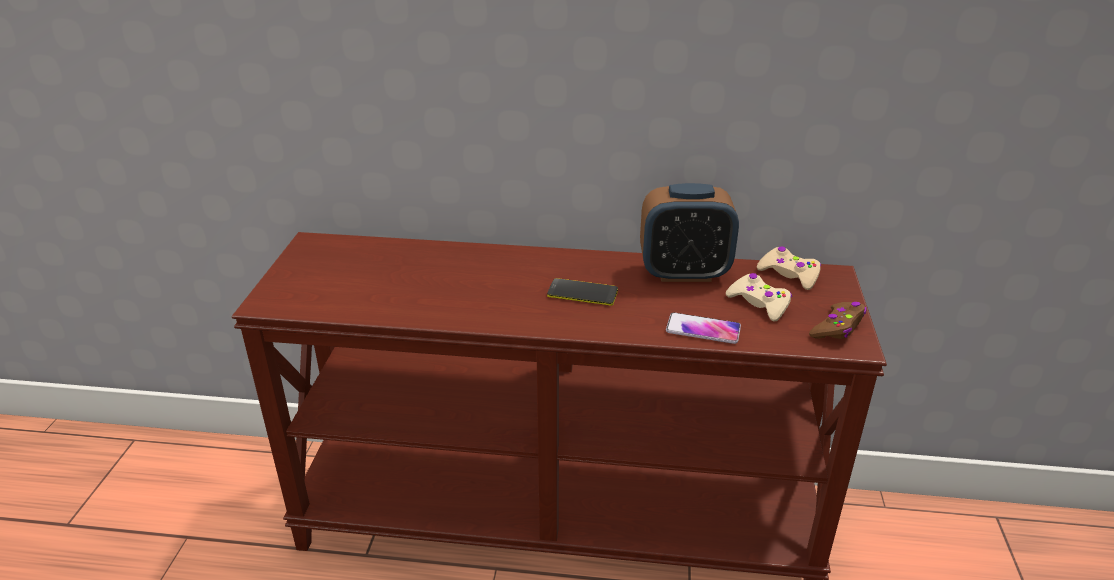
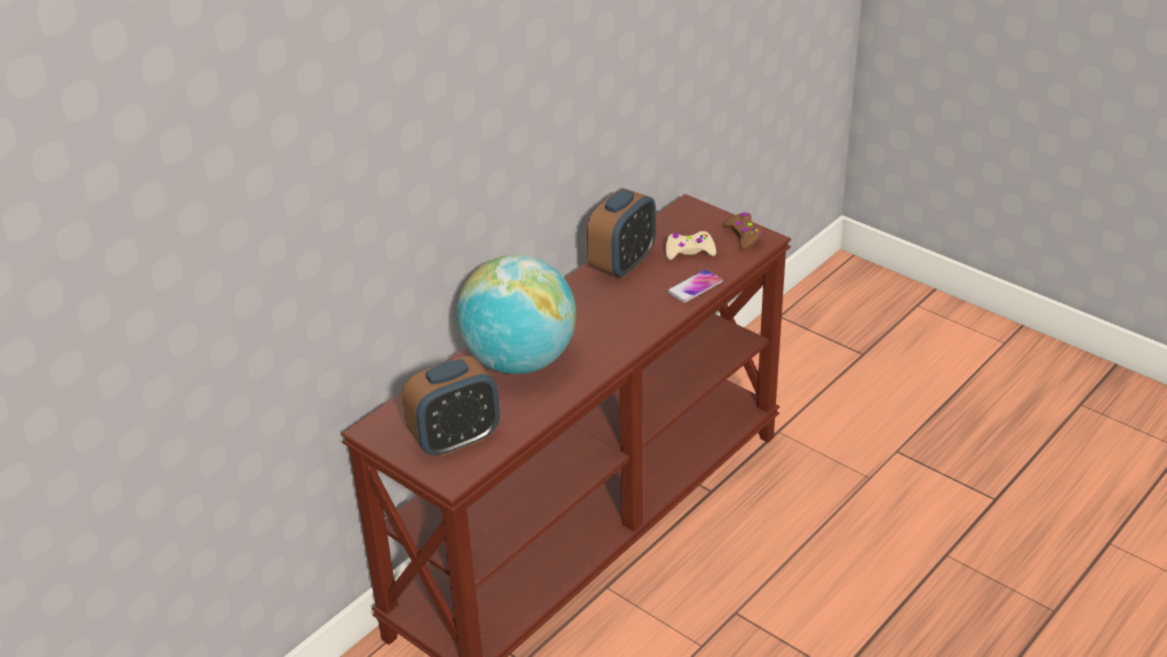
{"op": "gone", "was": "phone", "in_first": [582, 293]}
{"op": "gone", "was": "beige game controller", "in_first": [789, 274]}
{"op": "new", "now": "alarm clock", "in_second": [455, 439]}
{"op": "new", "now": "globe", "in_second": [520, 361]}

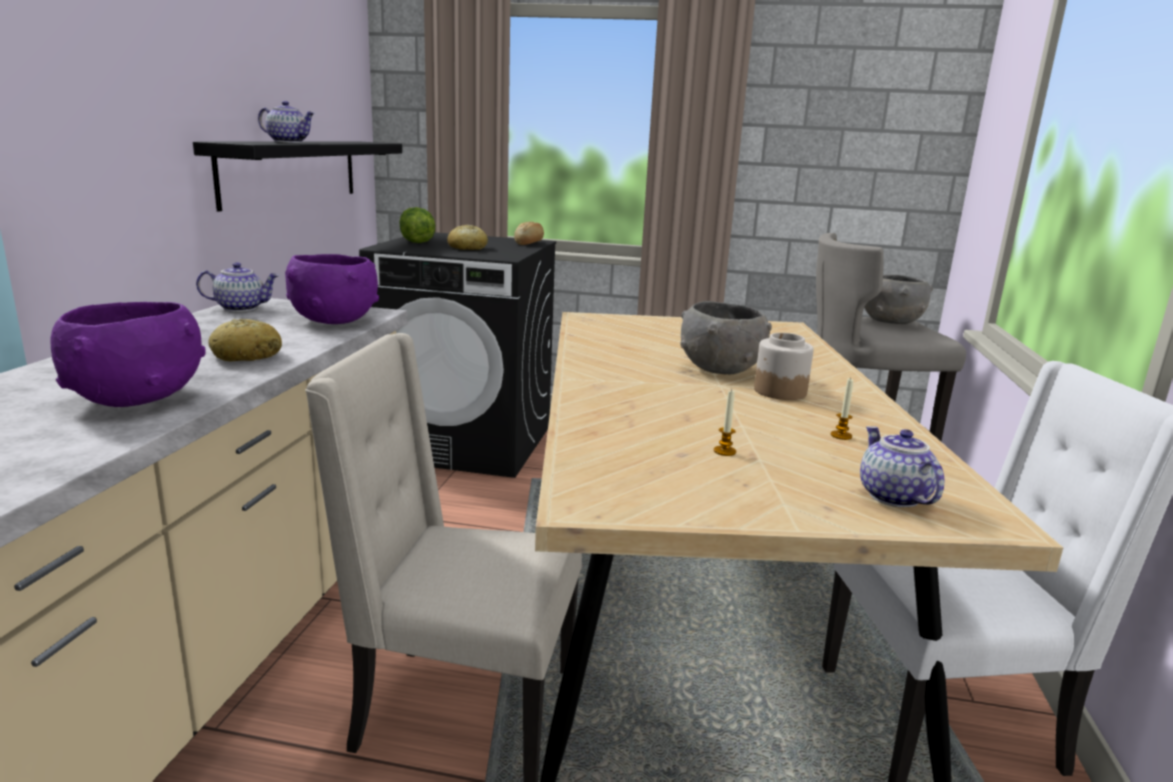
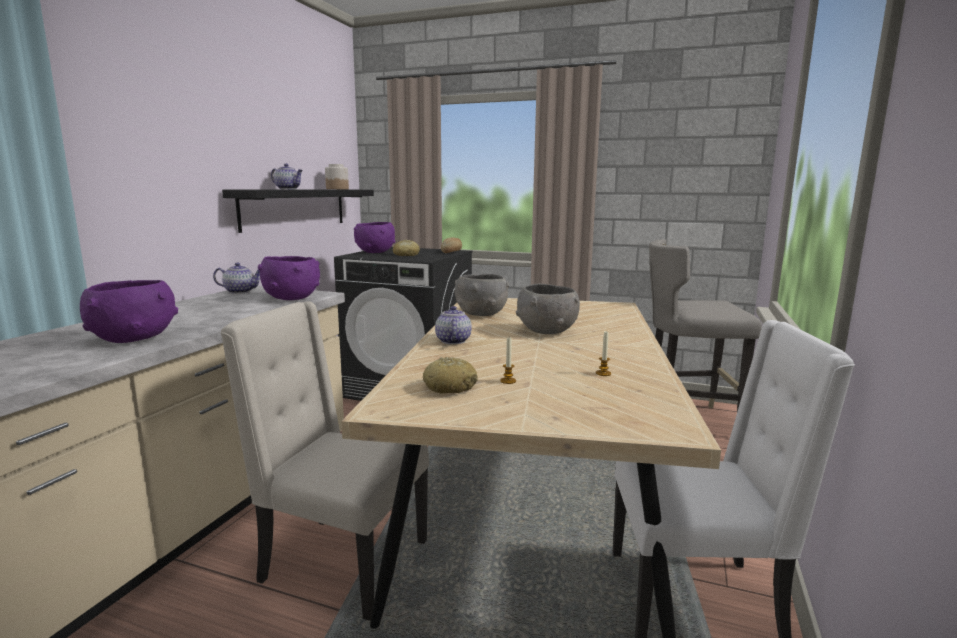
{"op": "shifted", "was": "bread", "in_first": [247, 355], "in_second": [450, 387]}
{"op": "shifted", "was": "jar", "in_first": [779, 391], "in_second": [337, 189]}
{"op": "shifted", "was": "teapot", "in_first": [891, 496], "in_second": [452, 341]}
{"op": "shifted", "was": "grey bowl", "in_first": [890, 322], "in_second": [481, 314]}
{"op": "swapped", "was": "lettuce", "now": "purple bowl", "in_first": [415, 242], "in_second": [375, 252]}

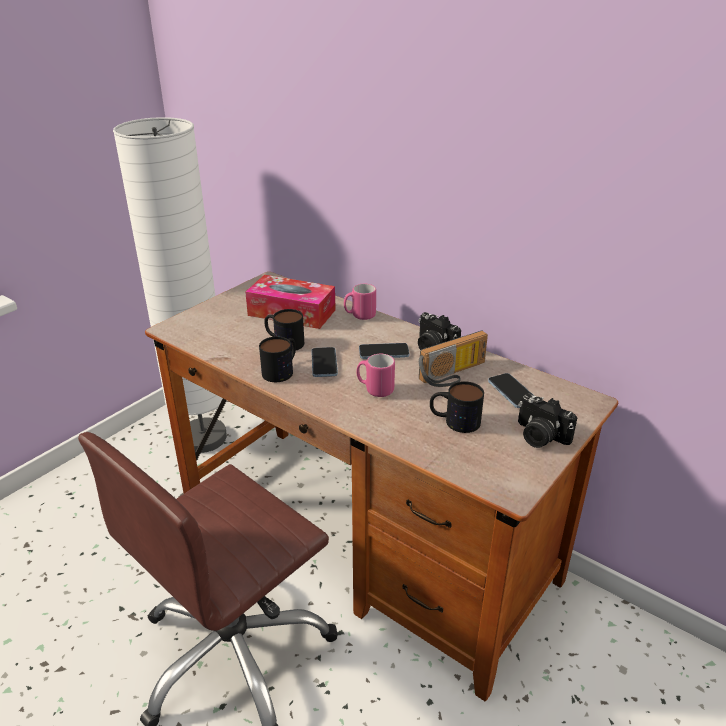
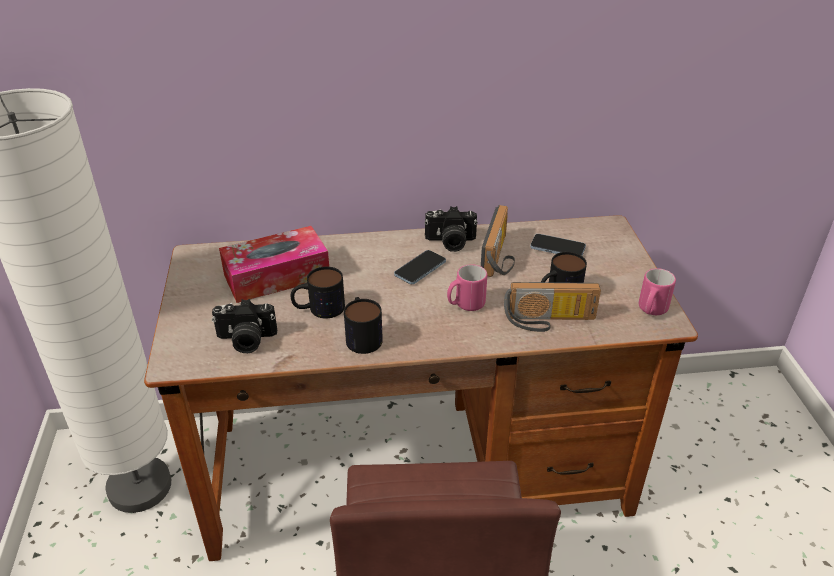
{"op": "gone", "was": "phone", "in_first": [324, 363]}
{"op": "new", "now": "radio", "in_second": [549, 321]}
{"op": "shifted", "was": "pink mug", "in_first": [359, 316], "in_second": [651, 310]}
{"op": "shifted", "was": "photo camera", "in_first": [539, 436], "in_second": [246, 340]}

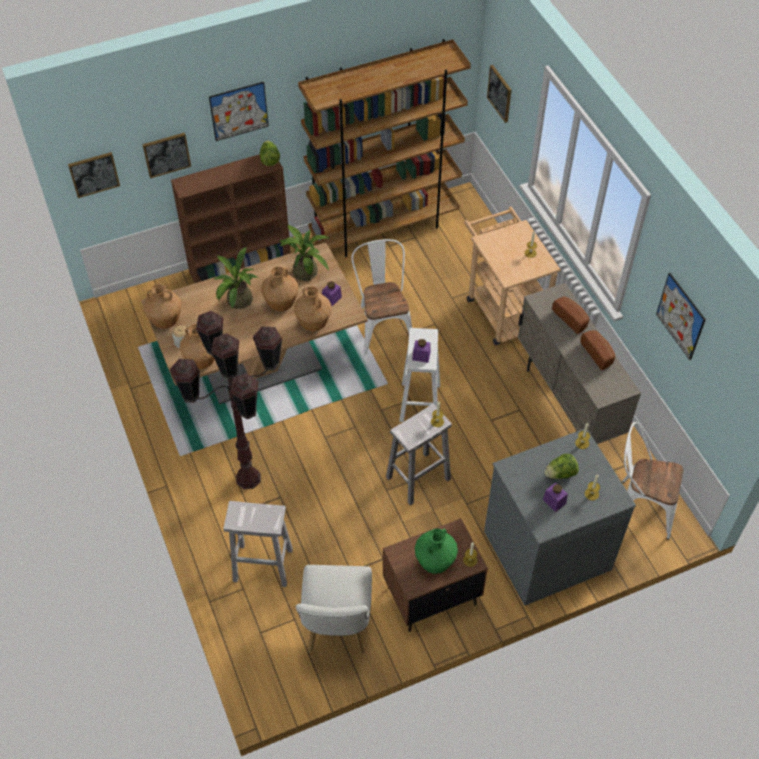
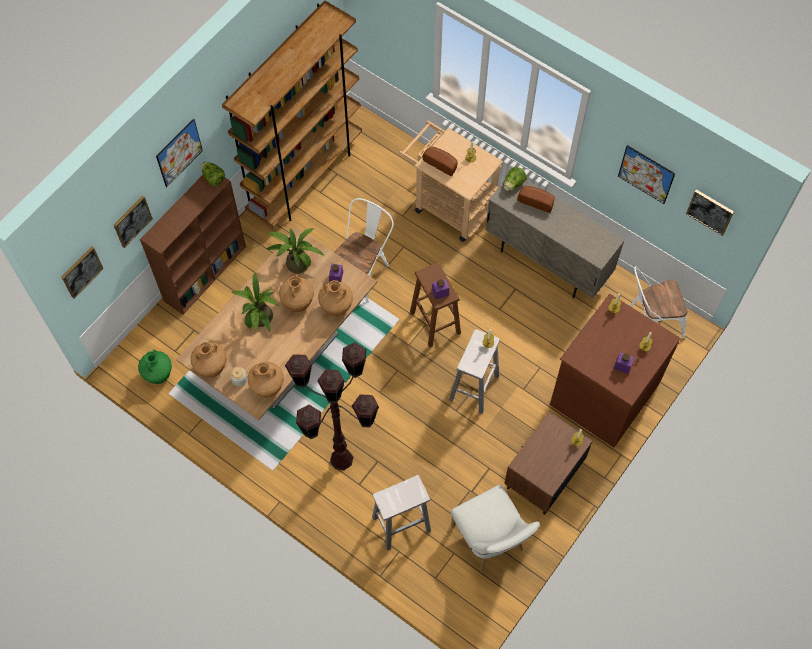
{"op": "shifted", "was": "green vase", "in_first": [435, 562], "in_second": [159, 375]}
{"op": "shifted", "was": "picture", "in_first": [500, 93], "in_second": [710, 211]}
{"op": "shifted", "was": "lettuce", "in_first": [560, 473], "in_second": [513, 184]}
{"op": "shifted", "was": "bread", "in_first": [598, 353], "in_second": [441, 163]}
{"op": "repainted", "was": "white stool", "now": "brown stool", "in_first": [419, 402], "in_second": [434, 322]}
{"op": "repainted", "was": "grey dresser", "now": "brown dresser", "in_first": [546, 548], "in_second": [602, 393]}
{"op": "rotated", "was": "white chair", "in_first": [382, 327], "in_second": [363, 270], "clockwise": 75}

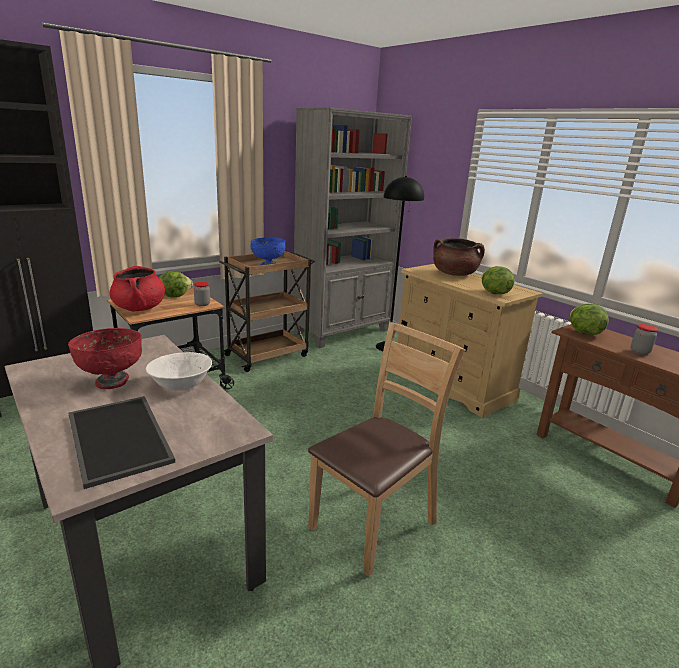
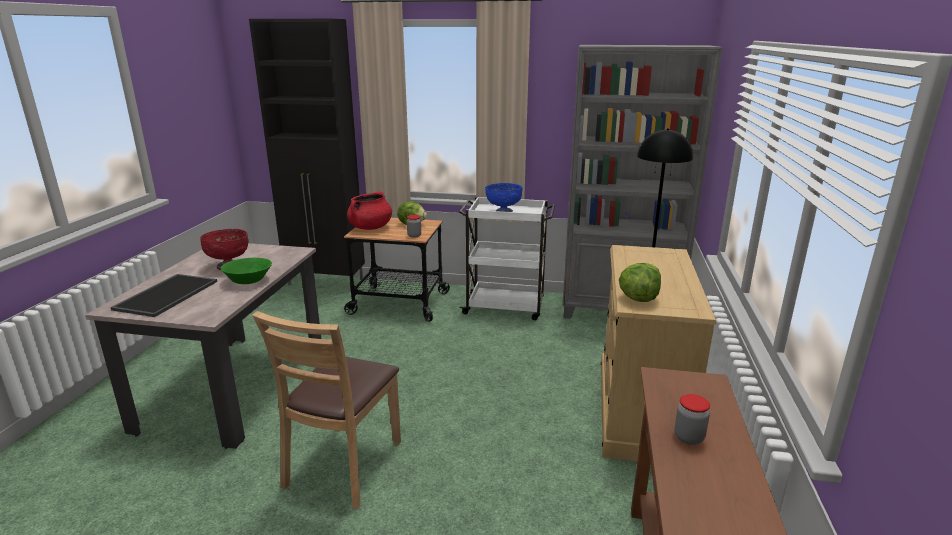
{"op": "gone", "was": "brown cooking pot", "in_first": [454, 274]}
{"op": "gone", "was": "lettuce", "in_first": [583, 333]}
{"op": "repainted", "was": "white bowl", "now": "green bowl", "in_first": [182, 384], "in_second": [248, 281]}
{"op": "repainted", "was": "brown cart", "now": "white cart", "in_first": [268, 355], "in_second": [505, 307]}
{"op": "rotated", "was": "brown chair", "in_first": [373, 523], "in_second": [344, 465], "clockwise": 105}

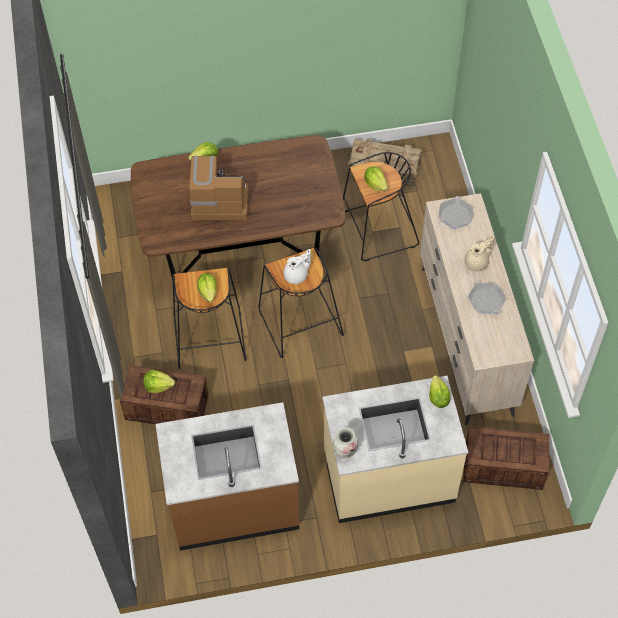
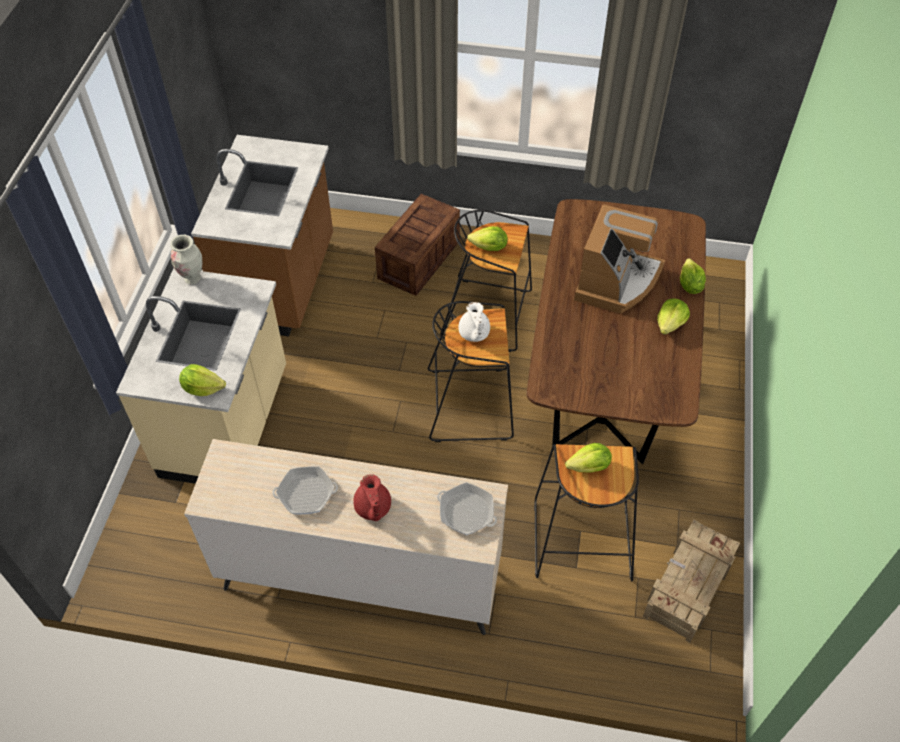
{"op": "gone", "was": "crate", "in_first": [504, 466]}
{"op": "shifted", "was": "lettuce", "in_first": [158, 385], "in_second": [670, 324]}
{"op": "repainted", "was": "beige teapot", "now": "red teapot", "in_first": [477, 262], "in_second": [372, 508]}

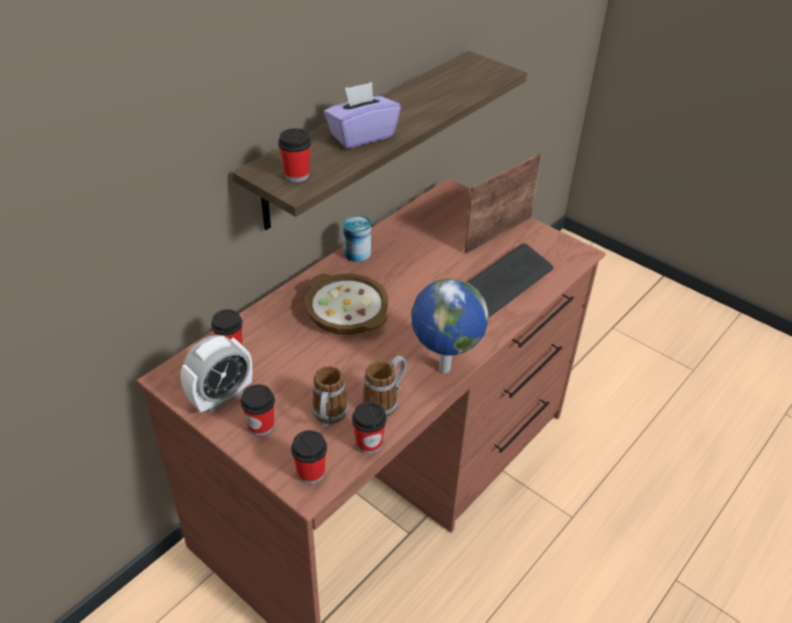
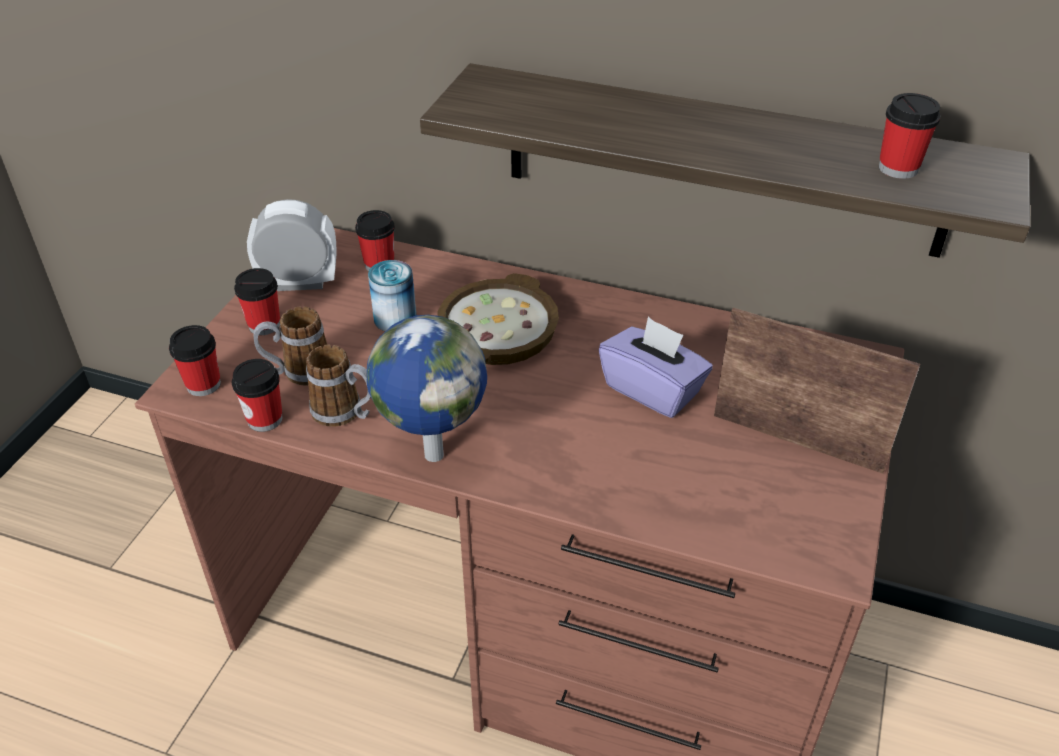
{"op": "gone", "was": "keyboard", "in_first": [504, 282]}
{"op": "shifted", "was": "cup", "in_first": [296, 175], "in_second": [898, 168]}
{"op": "shifted", "was": "purple tissue box", "in_first": [361, 136], "in_second": [652, 389]}
{"op": "shifted", "was": "can", "in_first": [357, 253], "in_second": [395, 318]}
{"op": "rotated", "was": "alarm clock", "in_first": [221, 397], "in_second": [299, 283], "clockwise": 150}

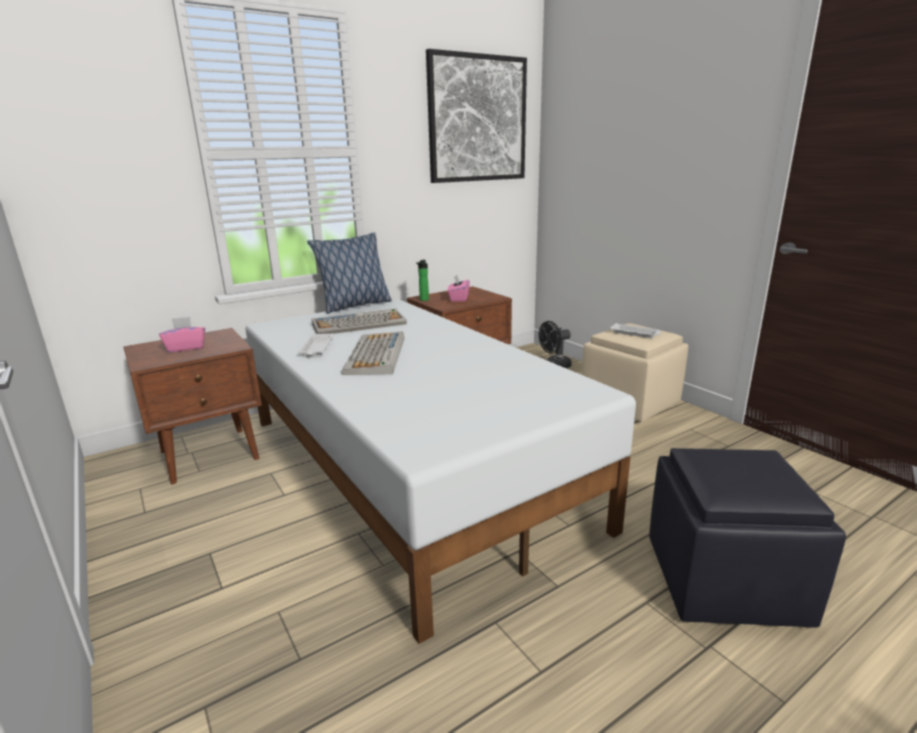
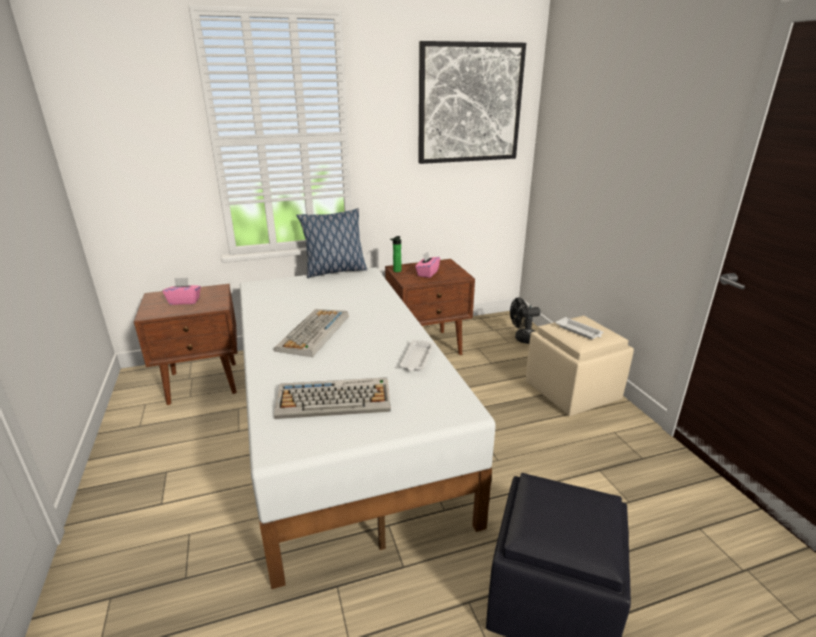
{"op": "shifted", "was": "white tray", "in_first": [316, 348], "in_second": [417, 359]}
{"op": "shifted", "was": "keyboard", "in_first": [360, 324], "in_second": [335, 399]}

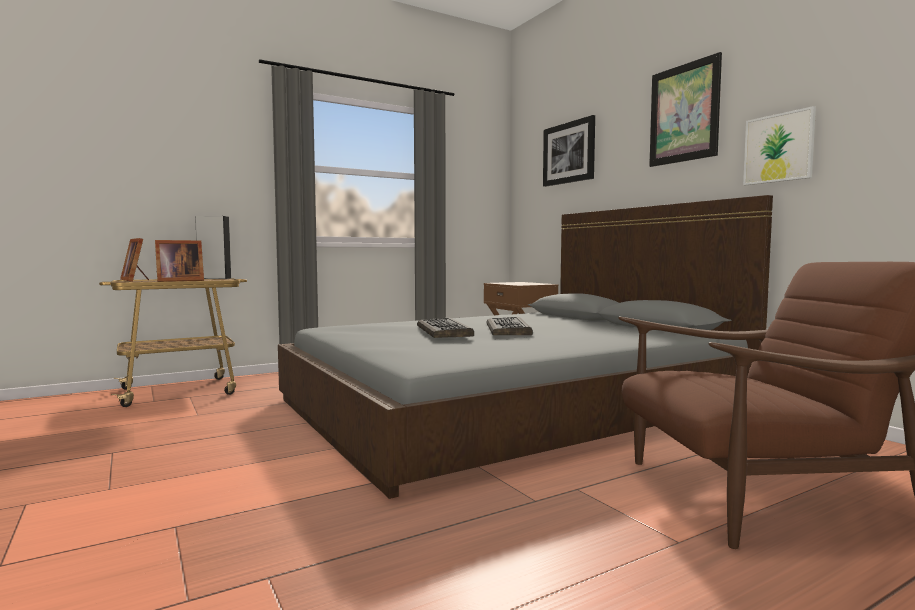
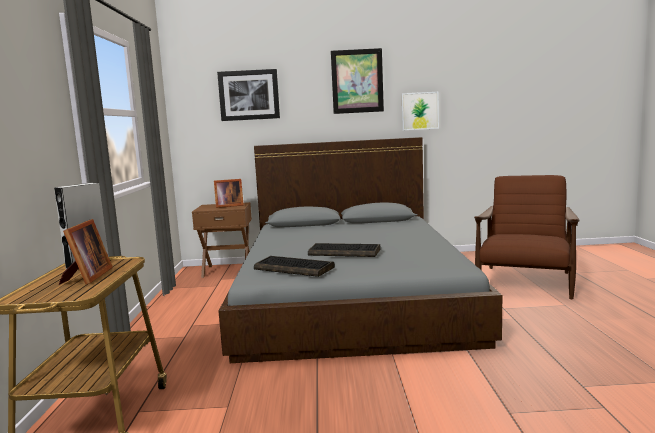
{"op": "shifted", "was": "picture frame", "in_first": [136, 280], "in_second": [228, 206]}
{"op": "shifted", "was": "keyboard", "in_first": [508, 329], "in_second": [295, 268]}

